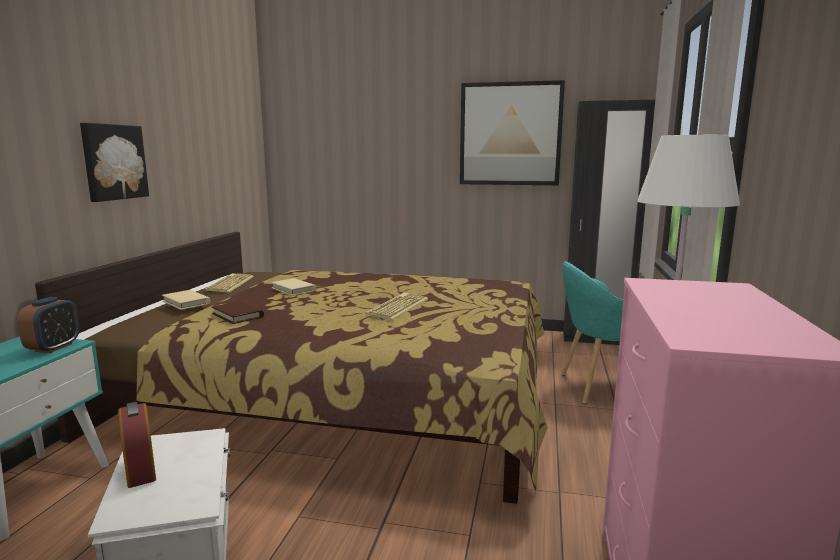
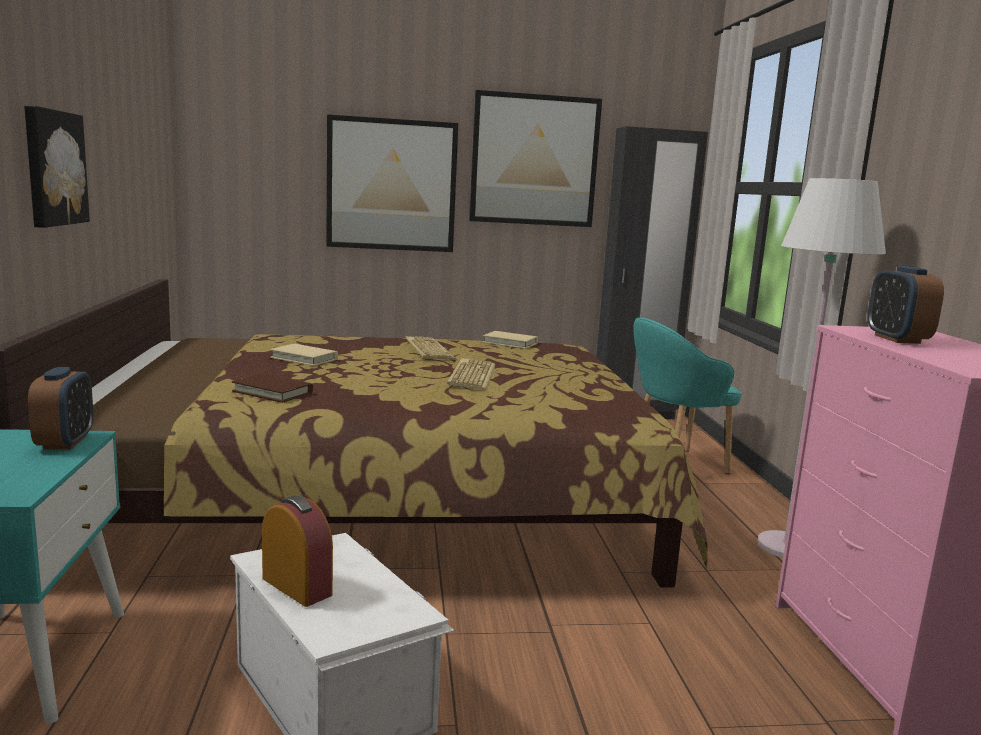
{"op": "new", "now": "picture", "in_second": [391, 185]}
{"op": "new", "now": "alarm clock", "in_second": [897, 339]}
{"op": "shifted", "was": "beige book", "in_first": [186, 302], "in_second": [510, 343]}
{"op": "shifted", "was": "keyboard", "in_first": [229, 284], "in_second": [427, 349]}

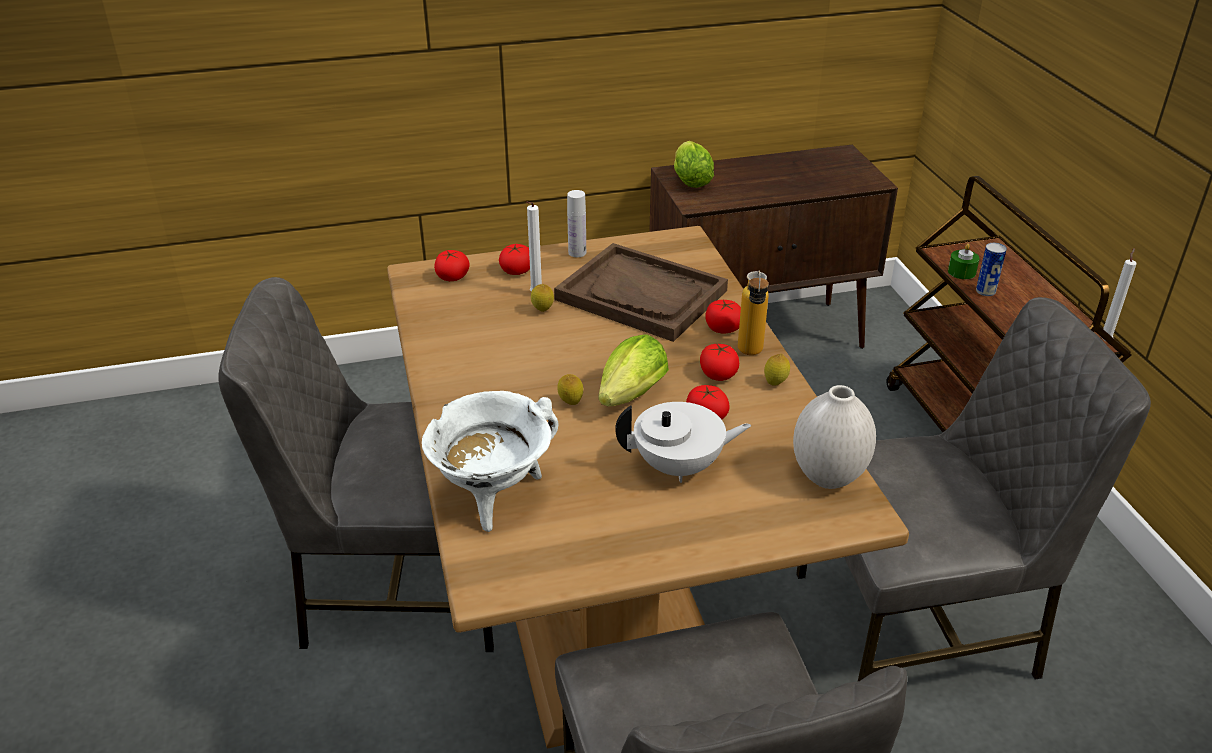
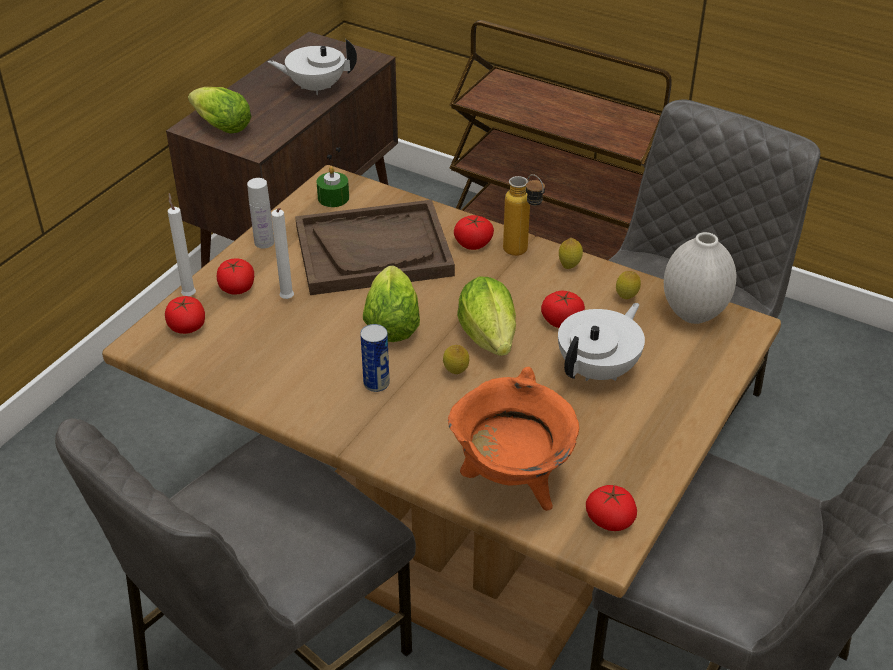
{"op": "new", "now": "white teapot", "in_second": [316, 87]}
{"op": "new", "now": "lettuce", "in_second": [392, 321]}
{"op": "shifted", "was": "lemon", "in_first": [542, 311], "in_second": [626, 298]}
{"op": "shifted", "was": "tomato", "in_first": [718, 374], "in_second": [610, 519]}
{"op": "shifted", "was": "green candle", "in_first": [961, 272], "in_second": [333, 198]}
{"op": "shifted", "was": "can", "in_first": [985, 291], "in_second": [376, 383]}
{"op": "shifted", "was": "white candle", "in_first": [1105, 340], "in_second": [189, 294]}
{"op": "repainted", "was": "white cooking pot", "now": "orange cooking pot", "in_first": [493, 496], "in_second": [512, 482]}

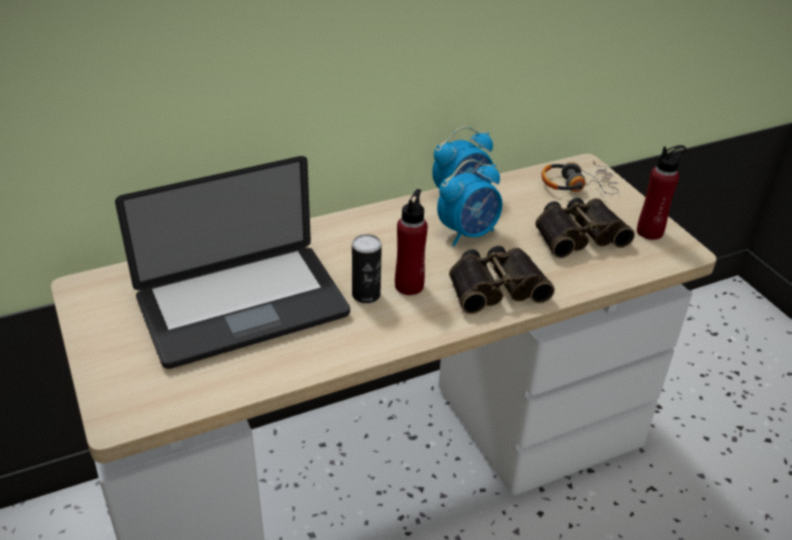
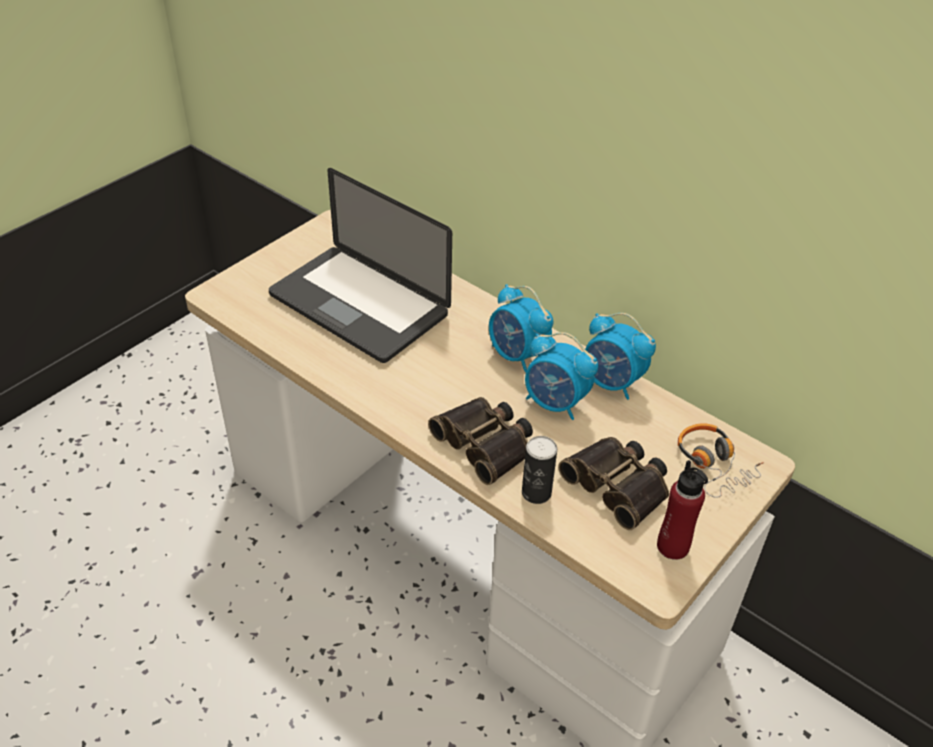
{"op": "gone", "was": "red bottle", "in_first": [409, 285]}
{"op": "new", "now": "alarm clock", "in_second": [517, 355]}
{"op": "shifted", "was": "can", "in_first": [366, 294], "in_second": [536, 492]}

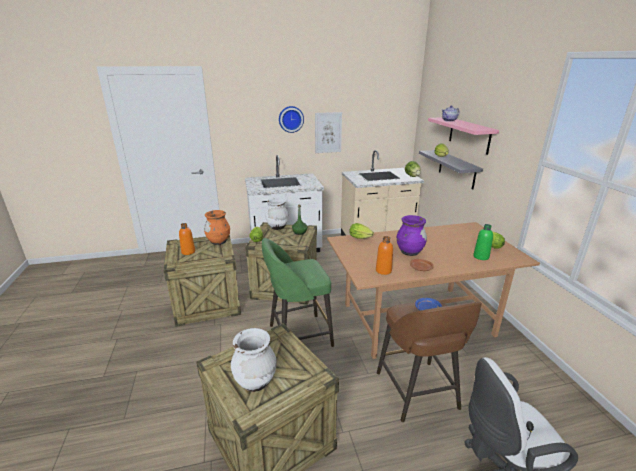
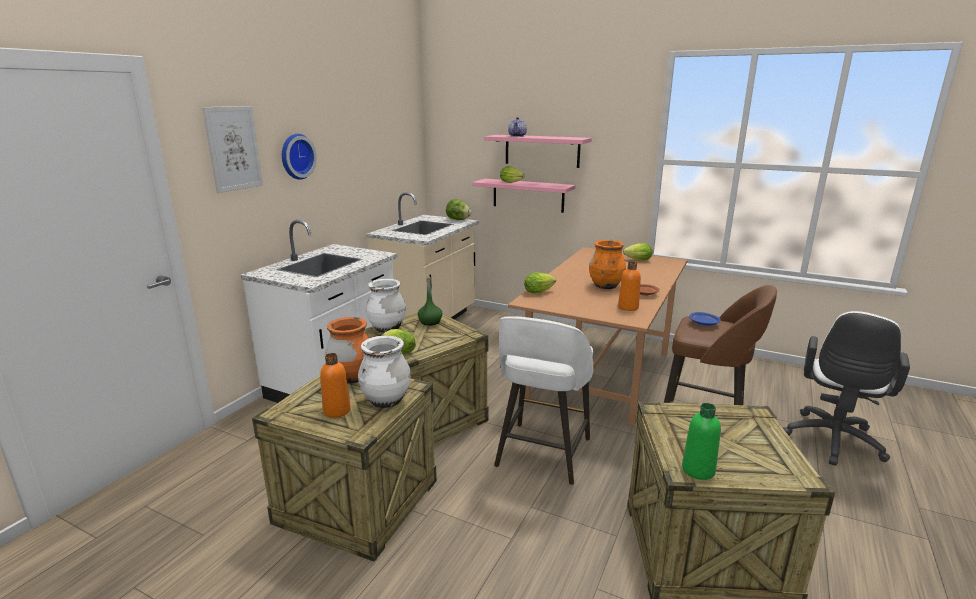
{"op": "shifted", "was": "white vase", "in_first": [255, 382], "in_second": [386, 401]}
{"op": "shifted", "was": "picture", "in_first": [328, 132], "in_second": [233, 148]}
{"op": "shifted", "was": "green bottle", "in_first": [481, 257], "in_second": [698, 470]}
{"op": "repainted", "was": "green stool", "now": "white stool", "in_first": [298, 336], "in_second": [542, 454]}
{"op": "repainted", "was": "purple vase", "now": "orange vase", "in_first": [409, 252], "in_second": [605, 286]}
{"op": "repainted", "was": "grey shelf", "now": "pink shelf", "in_first": [457, 169], "in_second": [528, 195]}

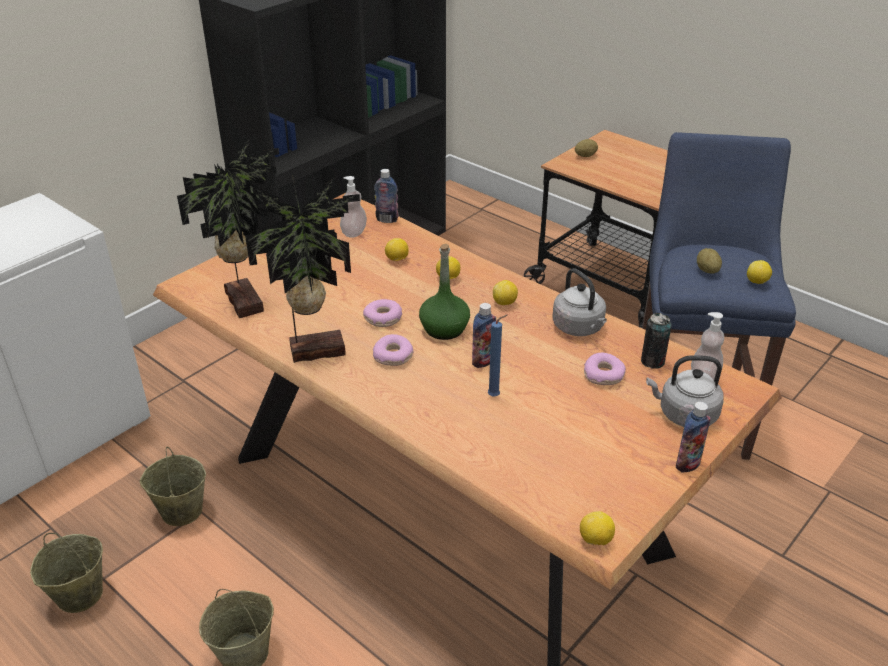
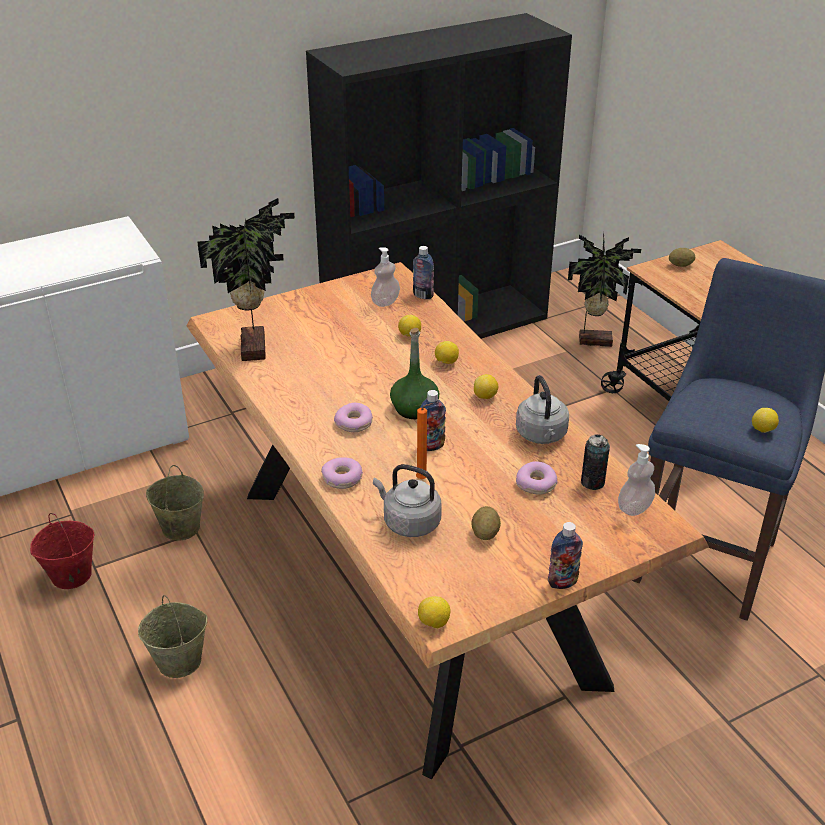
{"op": "shifted", "was": "potted plant", "in_first": [315, 349], "in_second": [594, 340]}
{"op": "shifted", "was": "donut", "in_first": [383, 319], "in_second": [342, 478]}
{"op": "shifted", "was": "grey kettle", "in_first": [684, 414], "in_second": [409, 522]}
{"op": "shifted", "was": "potato", "in_first": [707, 270], "in_second": [485, 533]}
{"op": "repainted", "was": "beige bucket", "now": "red bucket", "in_first": [79, 595], "in_second": [70, 575]}
{"op": "repainted", "was": "blue candle", "now": "orange candle", "in_first": [495, 396], "in_second": [423, 479]}

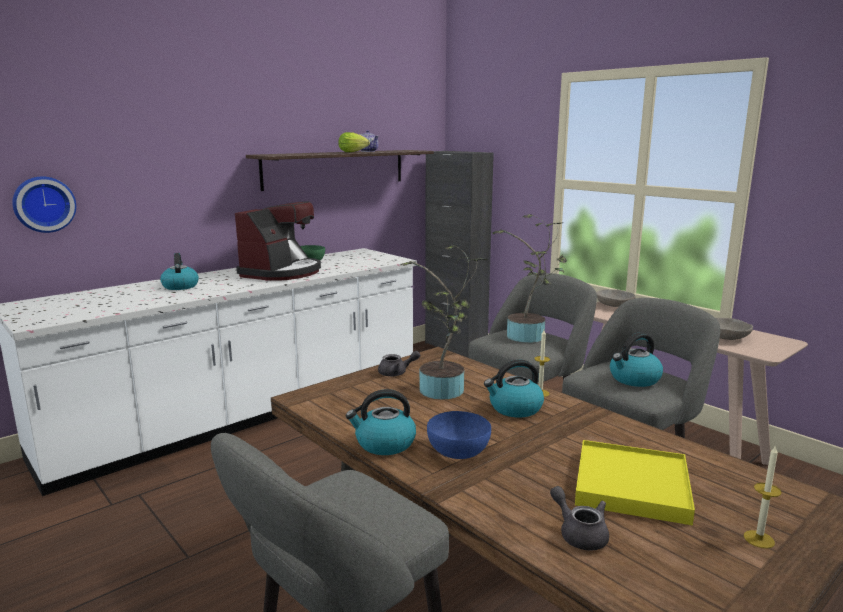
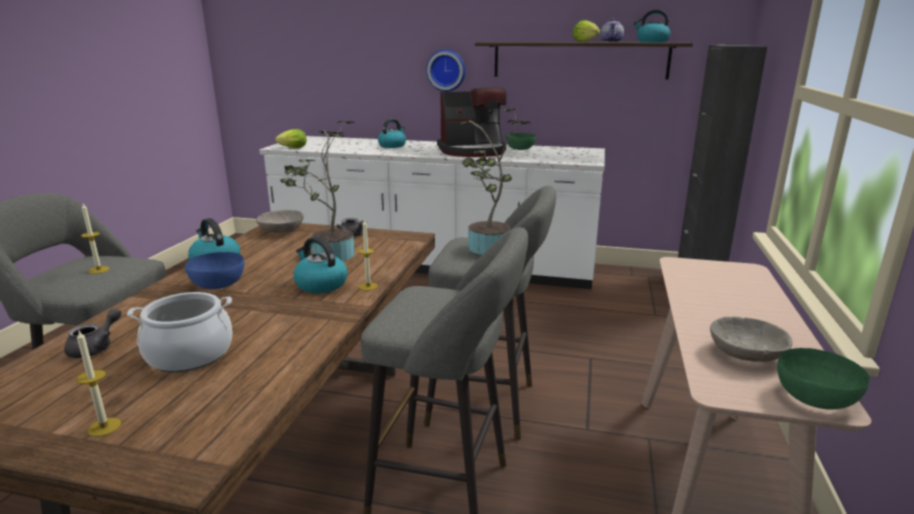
{"op": "new", "now": "candle", "in_second": [99, 270]}
{"op": "new", "now": "lettuce", "in_second": [291, 148]}
{"op": "new", "now": "green bowl", "in_second": [815, 398]}
{"op": "shifted", "was": "wall clock", "in_first": [44, 204], "in_second": [446, 70]}
{"op": "shifted", "was": "grey bowl", "in_first": [614, 306], "in_second": [281, 230]}
{"op": "shifted", "was": "kettle", "in_first": [634, 379], "in_second": [651, 42]}
{"op": "swapped", "was": "yellow tray", "now": "cooking pot", "in_first": [632, 486], "in_second": [190, 355]}

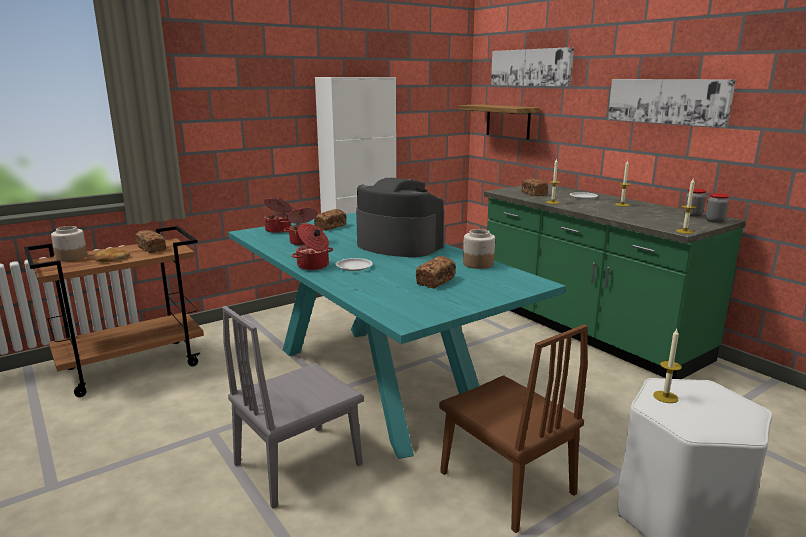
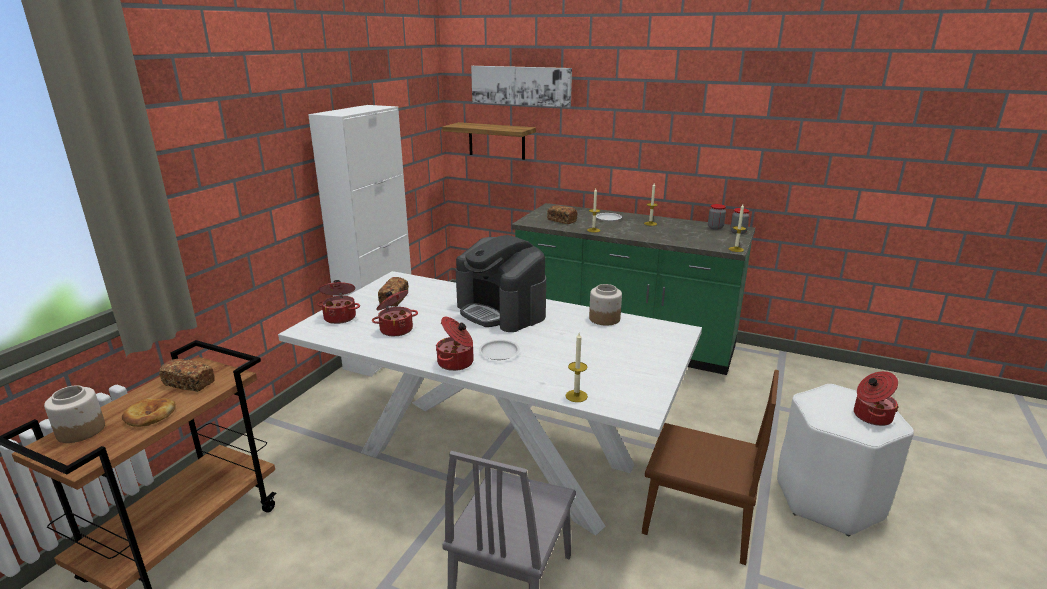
{"op": "gone", "was": "bread", "in_first": [435, 281]}
{"op": "gone", "was": "picture", "in_first": [667, 101]}
{"op": "new", "now": "cooking pot", "in_second": [871, 416]}
{"op": "shifted", "was": "candle", "in_first": [665, 397], "in_second": [576, 396]}
{"op": "repainted", "was": "turquoise dining table", "now": "white dining table", "in_first": [375, 381], "in_second": [496, 457]}
{"op": "rotated", "was": "coffee machine", "in_first": [398, 245], "in_second": [501, 311], "clockwise": -135}

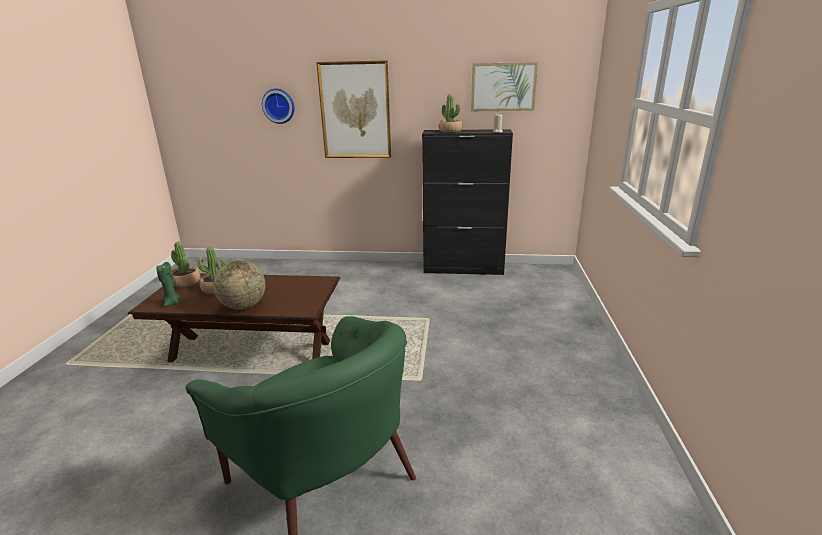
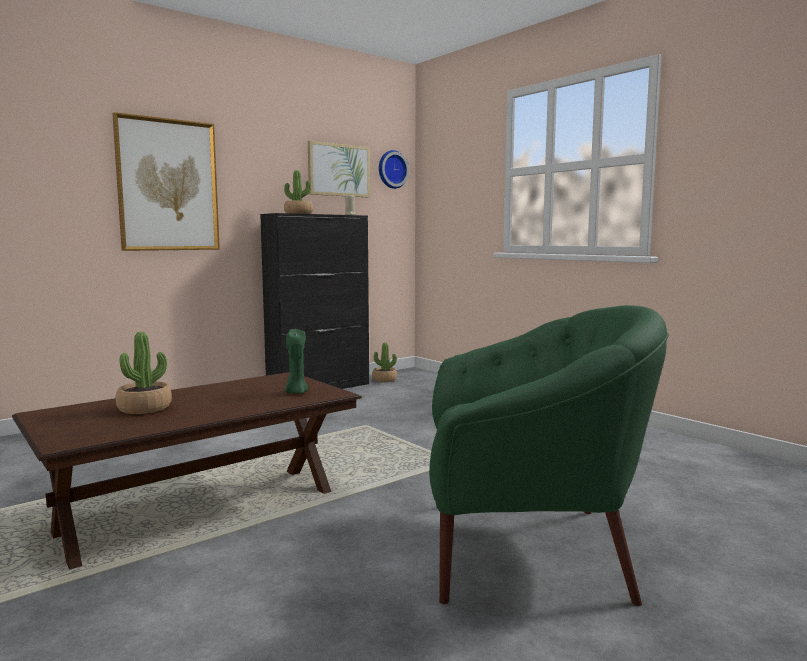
{"op": "gone", "was": "globe", "in_first": [243, 306]}
{"op": "shifted", "was": "green candle", "in_first": [171, 303], "in_second": [296, 392]}
{"op": "shifted", "was": "potted plant", "in_first": [185, 282], "in_second": [384, 380]}
{"op": "shifted", "was": "wall clock", "in_first": [279, 106], "in_second": [391, 169]}

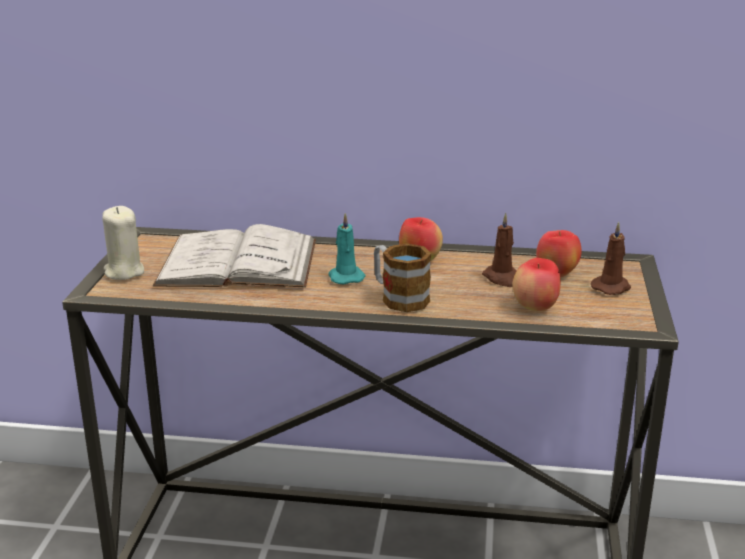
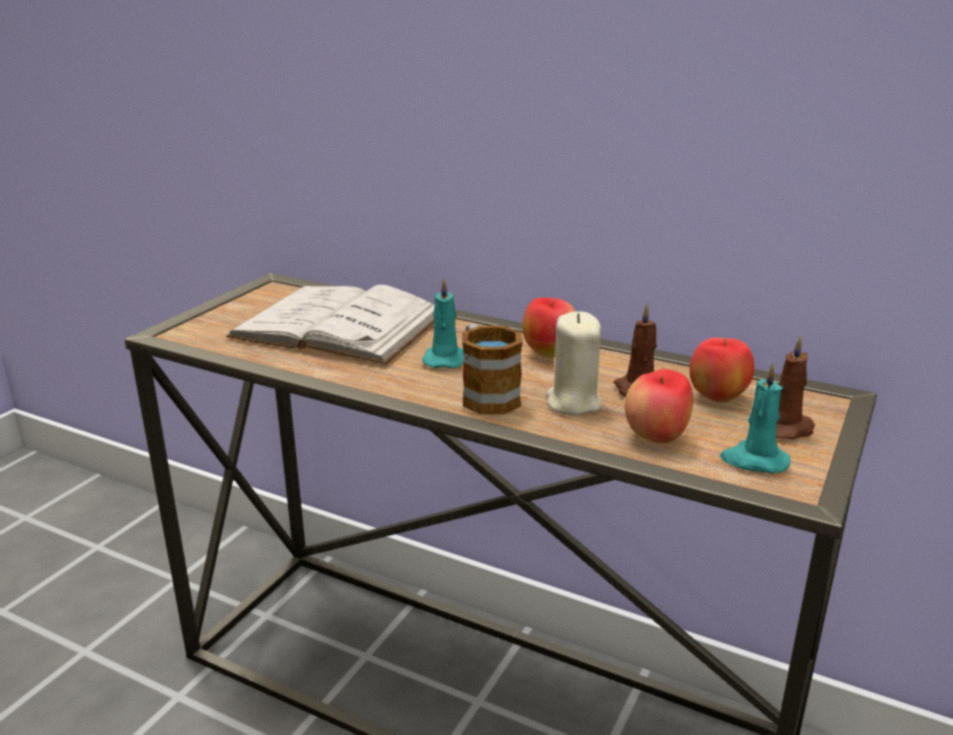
{"op": "new", "now": "turquoise candle", "in_second": [753, 460]}
{"op": "shifted", "was": "beige candle", "in_first": [124, 272], "in_second": [573, 403]}

